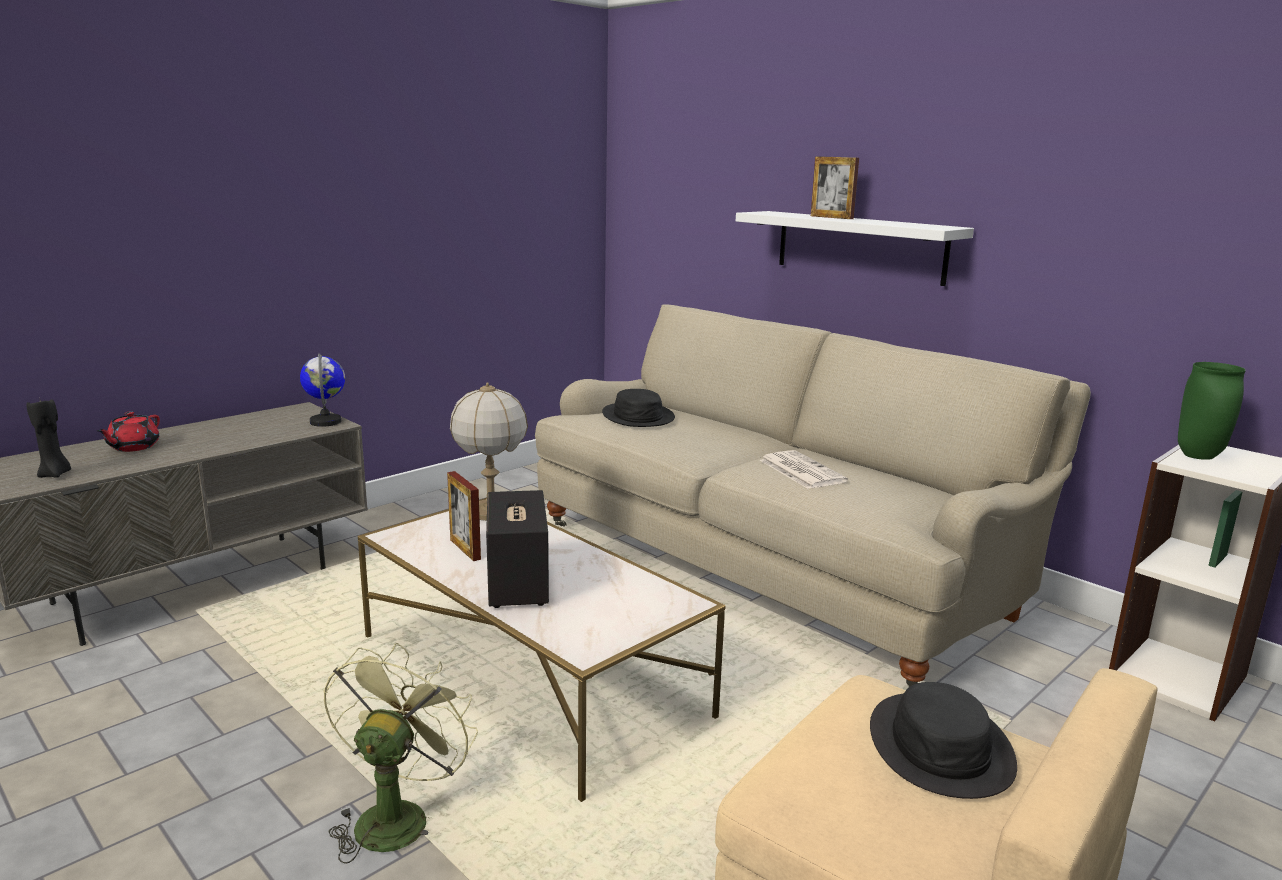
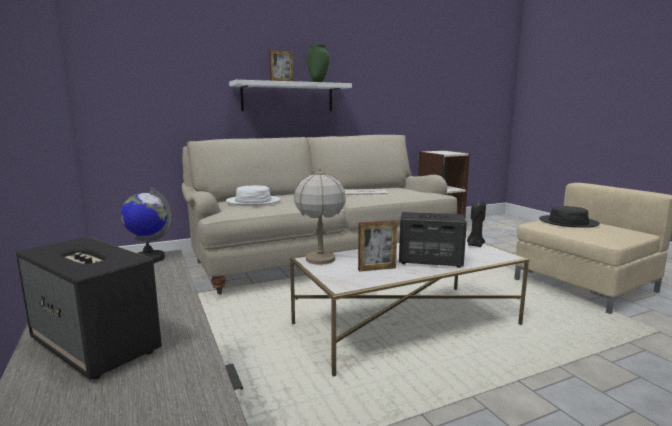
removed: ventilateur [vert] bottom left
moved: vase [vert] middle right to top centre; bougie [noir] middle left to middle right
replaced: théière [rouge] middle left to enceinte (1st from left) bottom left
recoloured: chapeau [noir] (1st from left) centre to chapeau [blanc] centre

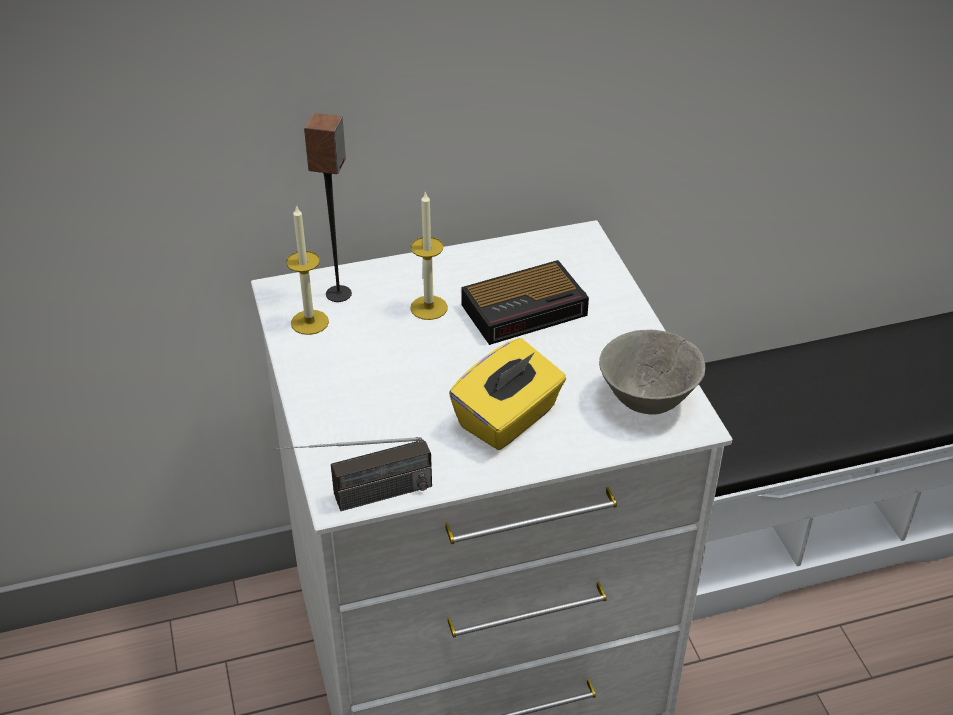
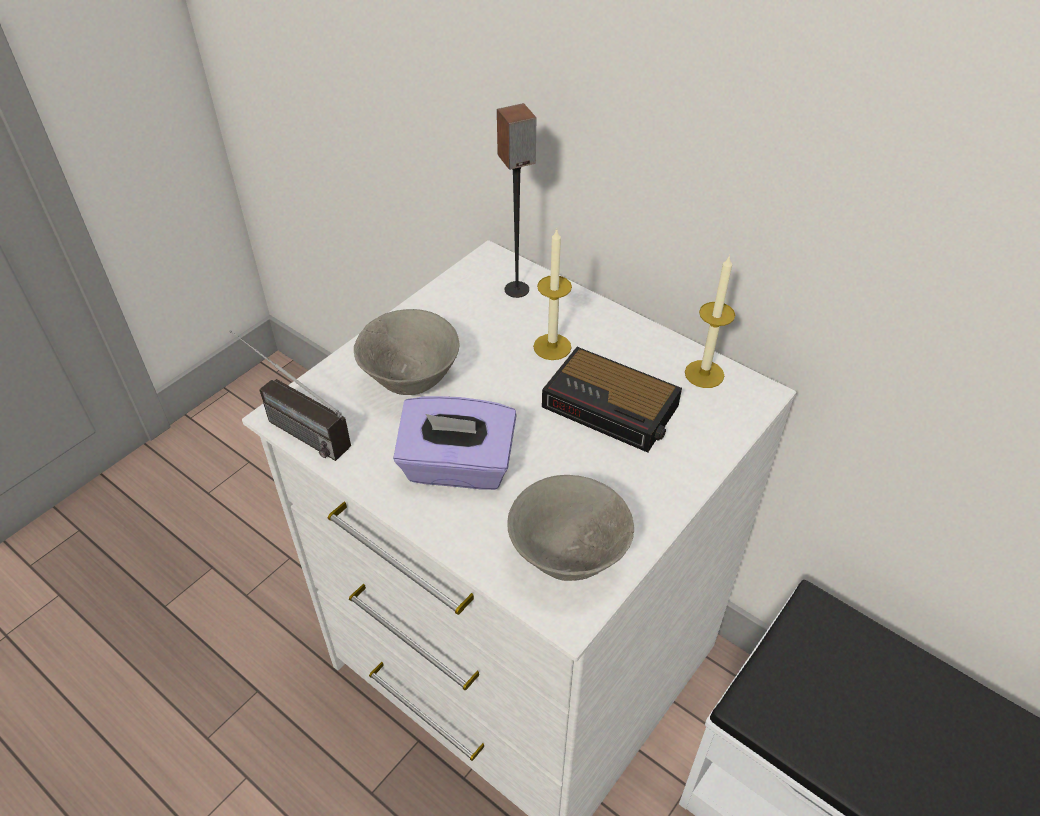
added: bol [gris] (1st from left) centre
moved: bougie (1st from left in the first image) middle left to bougie (2nd from left) middle right
recoloured: boîte à mouchoirs [jaune] centre to boîte à mouchoirs [violet] centre

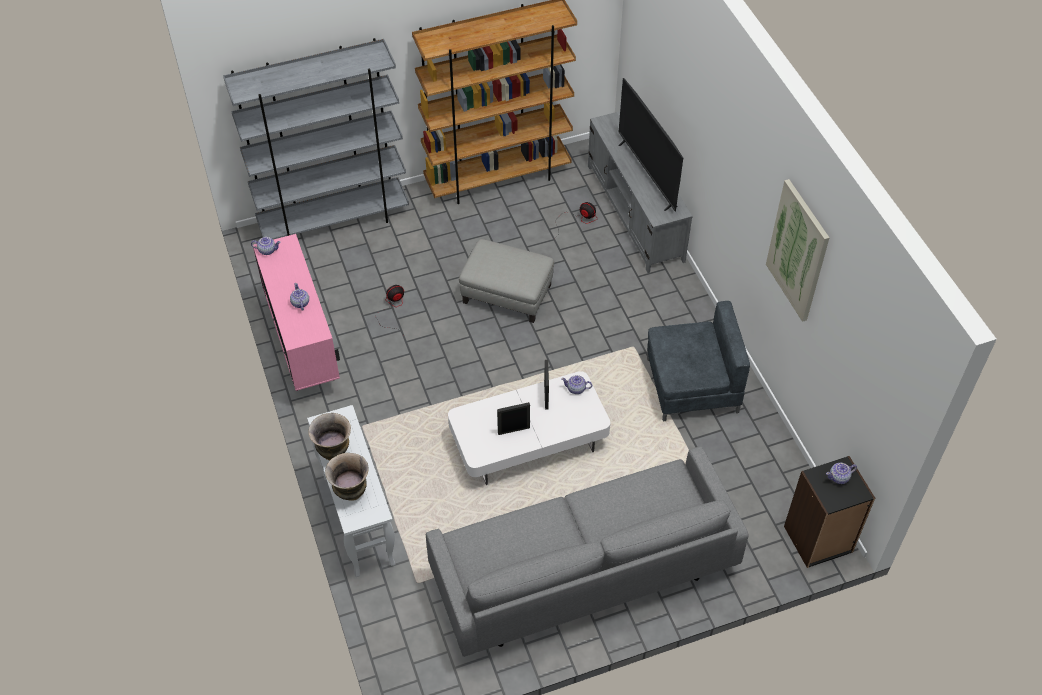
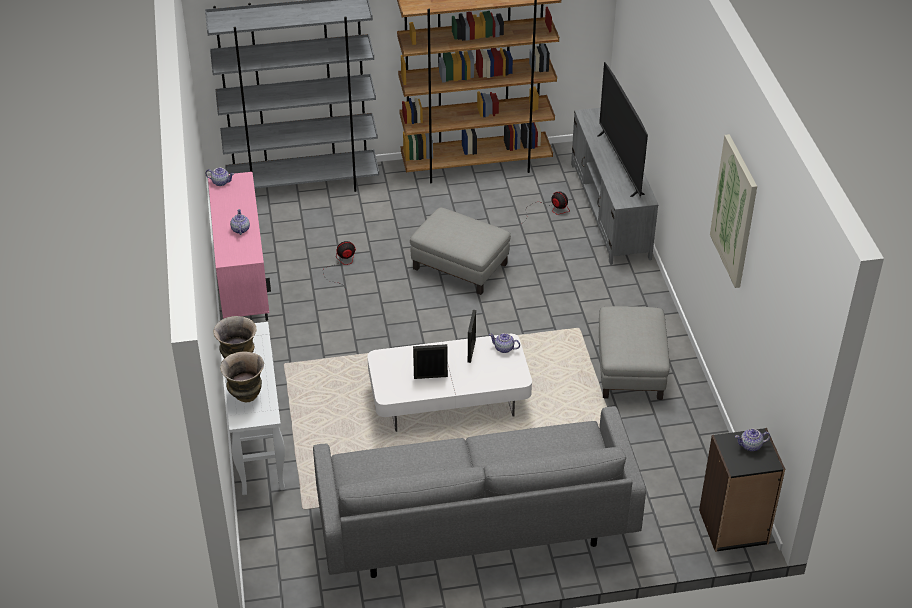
replaced: fauteuil [gris] middle right to pouf [gris] (2nd from left) middle right

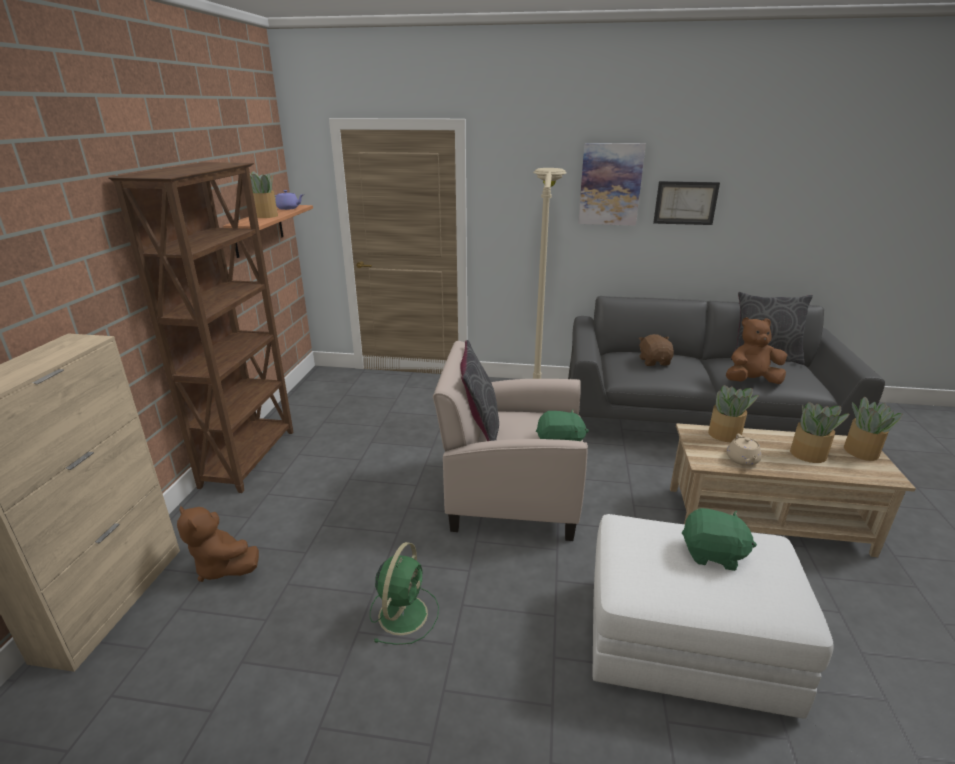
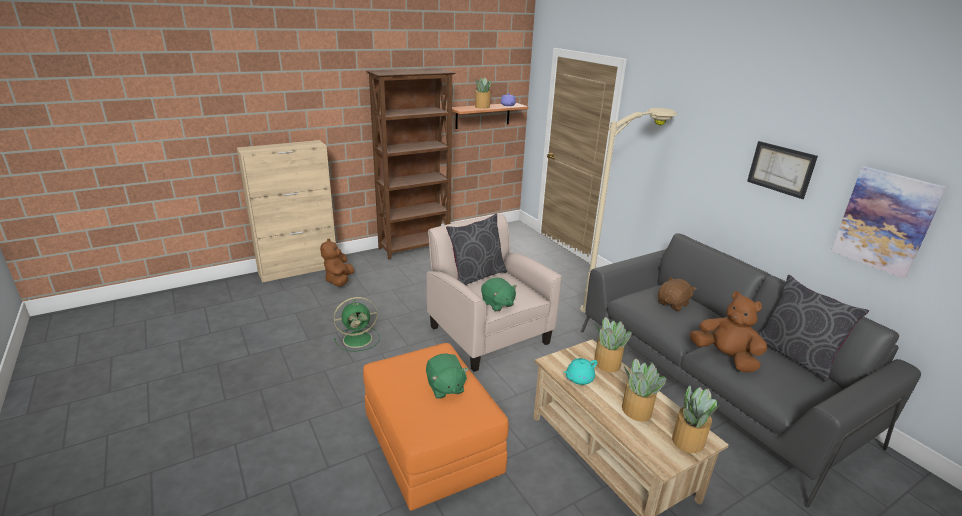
moved: tableau (1st from left in the first image) top centre to tableau (2nd from left) middle right
recoloured: pouf [blanc] bottom right to pouf [orange] bottom centre; théière [beige] middle right to théière [turquoise] bottom centre

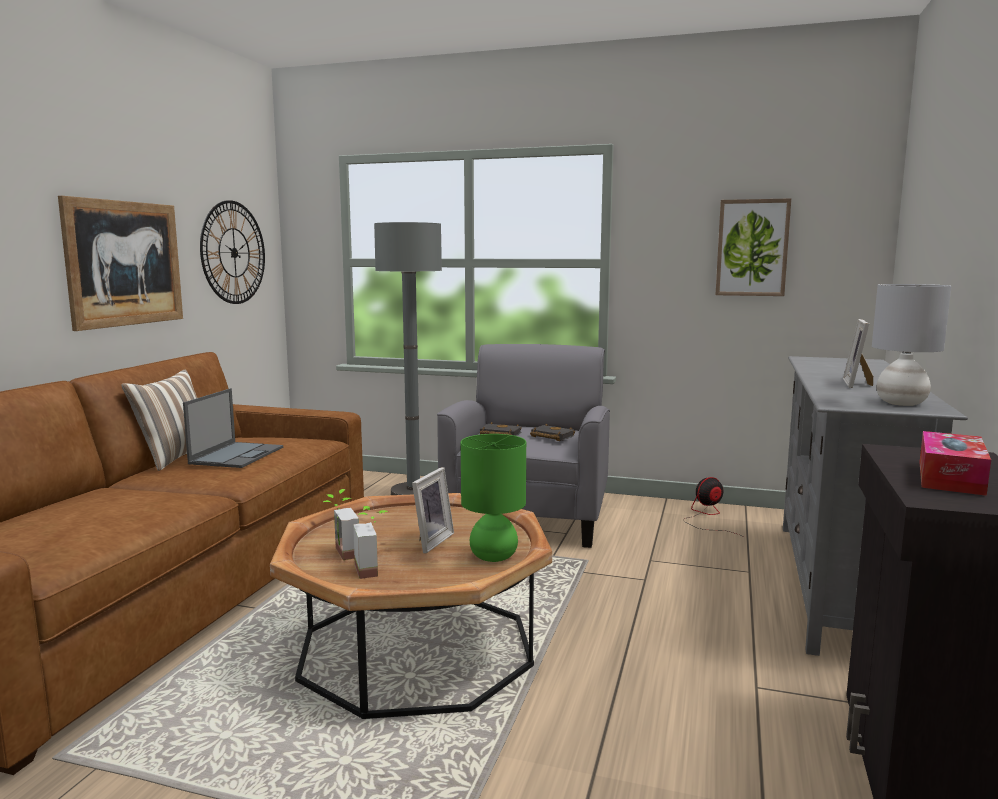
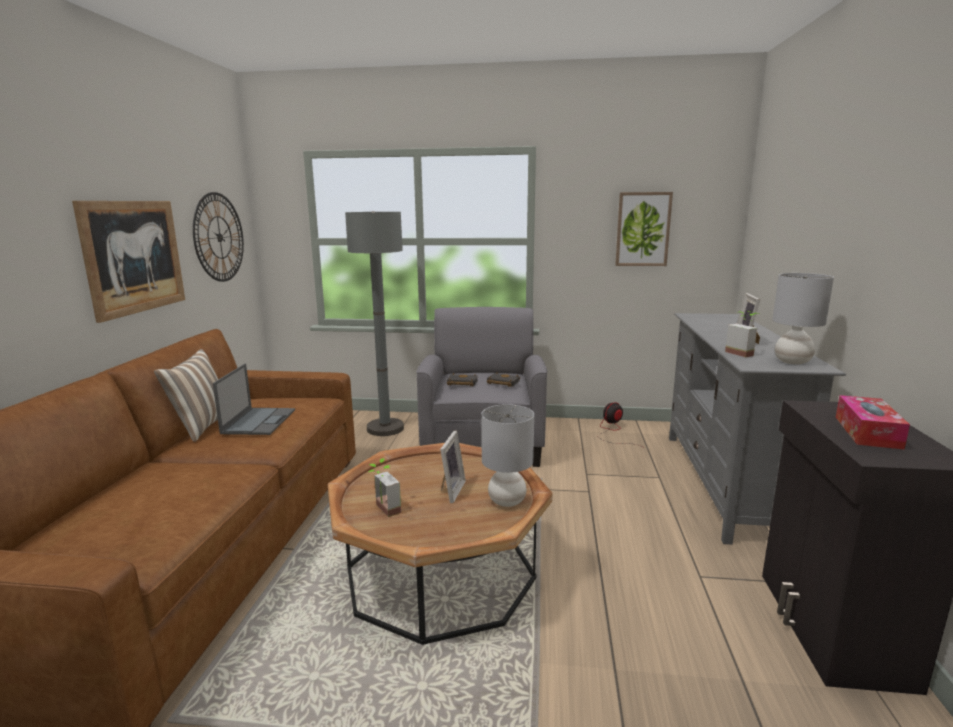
moved: plante en pot (2nd from left) bottom centre to middle right
recoloured: lampe de table [vert] centre to lampe de table [gris] (1st from left) centre

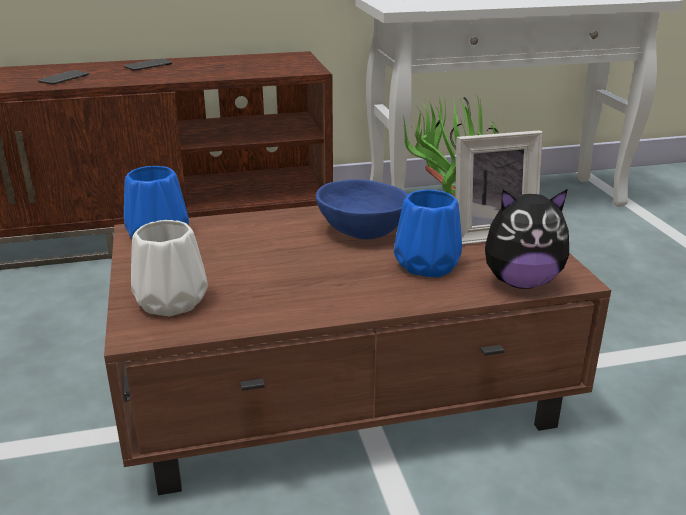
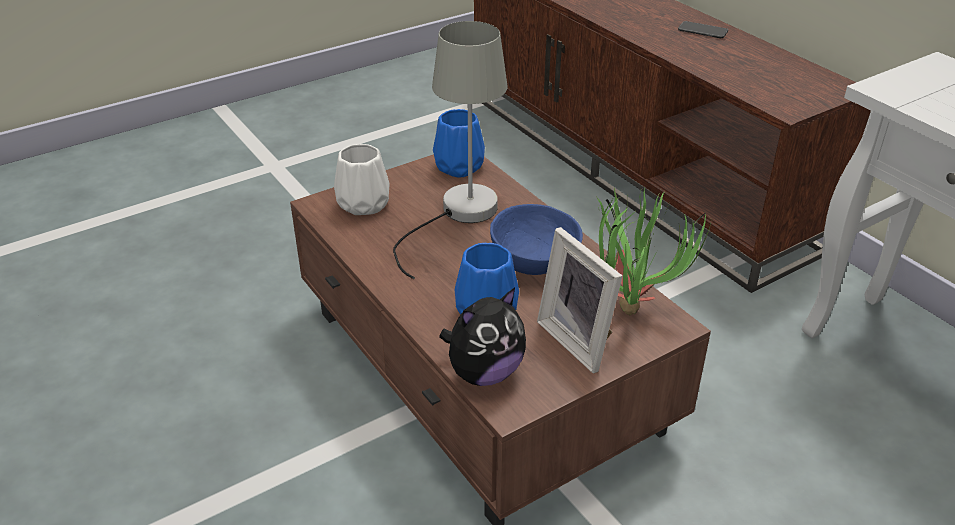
removed: téléphone (1st from left) top left
added: lampe de table [gris] top centre
turned: peluche middle right = centre 105 degrees counterclockwise

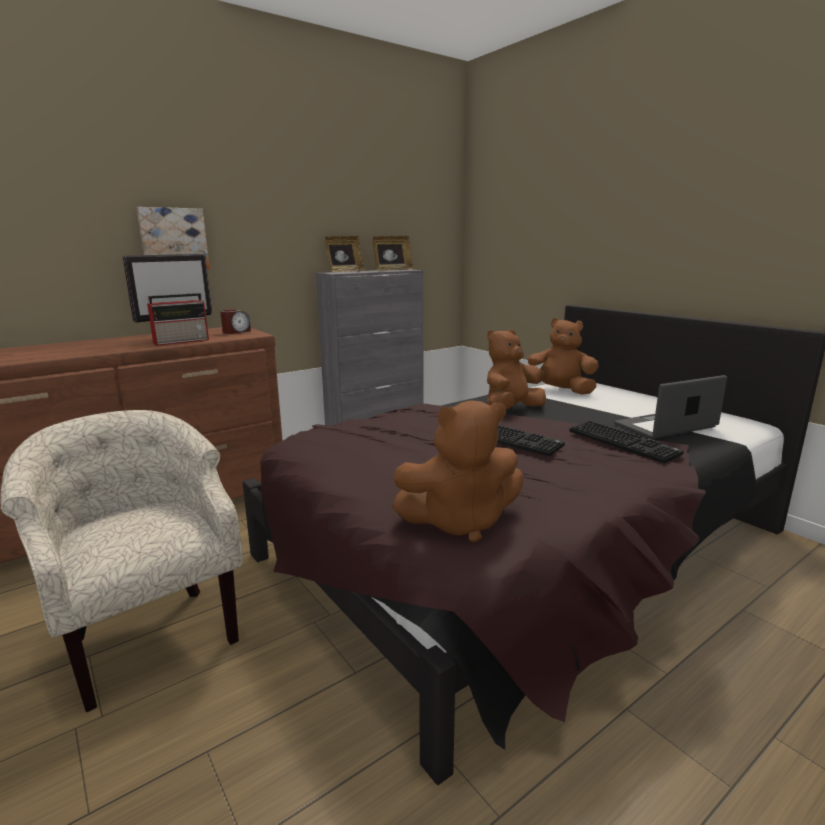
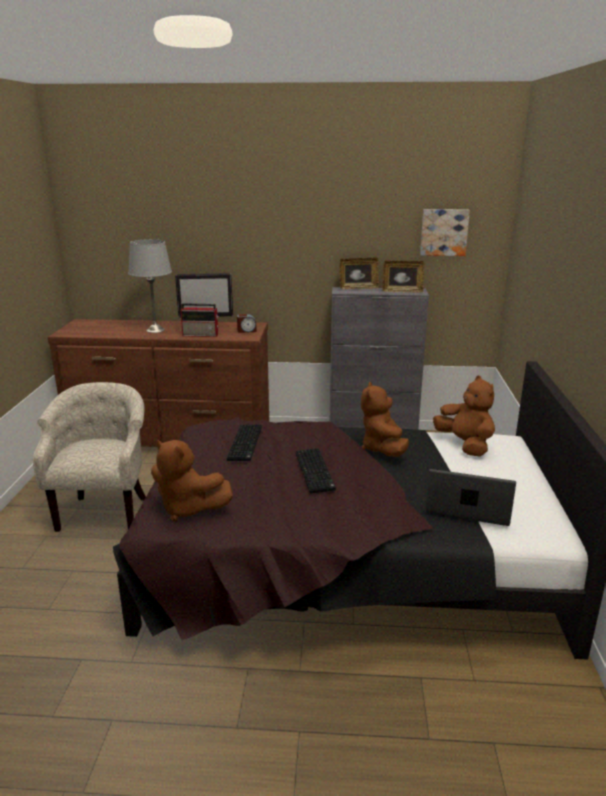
added: lampe de table [gris] middle left
moved: clavier (2nd from left in the first image) middle right to clavier (1st from left) centre; tableau top left to top right
turned: peluche [marron] (2nd from left) centre = centre 90 degrees counterclockwise

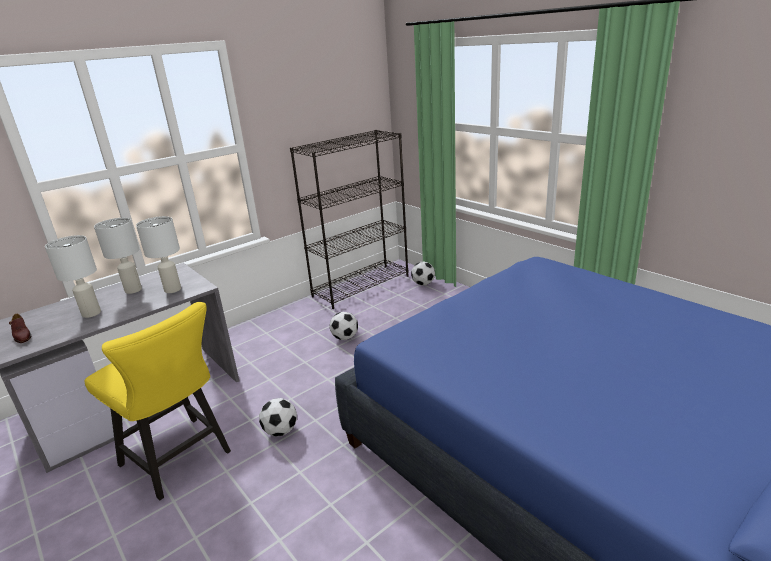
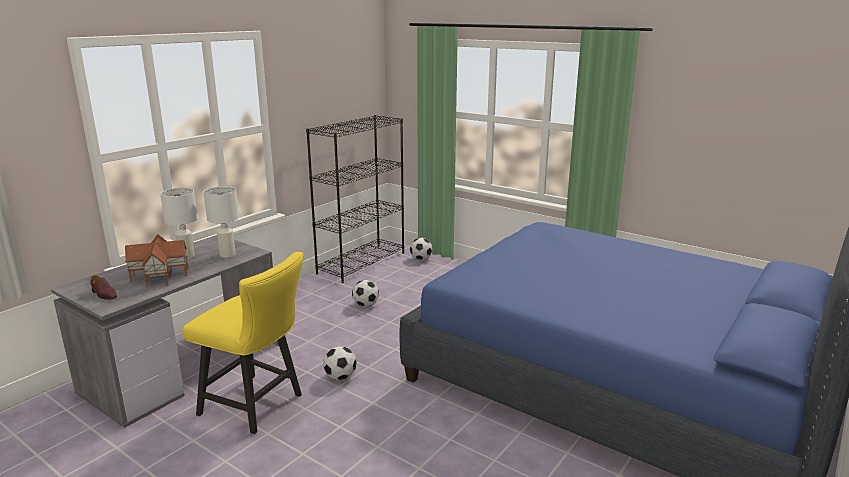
replaced: lampe de table [blanc] (1st from left) middle left to maison miniature middle left

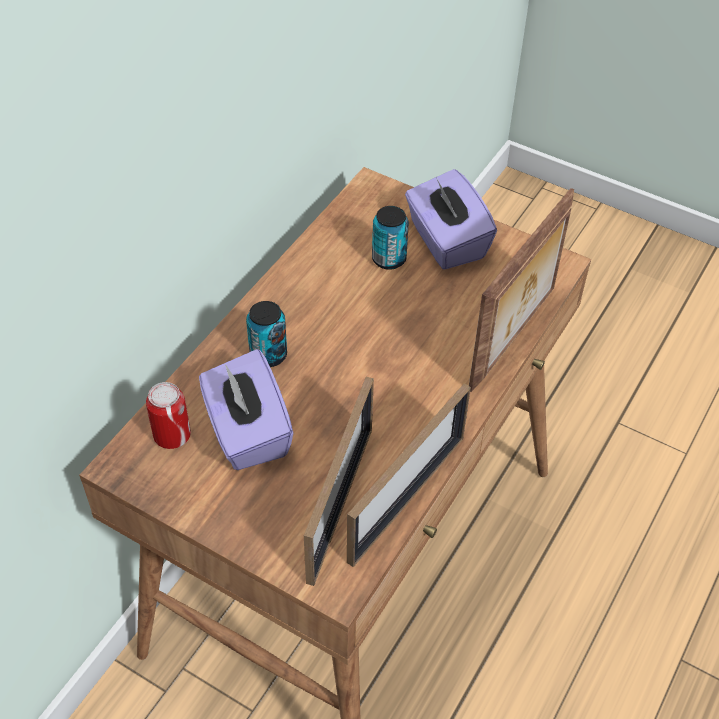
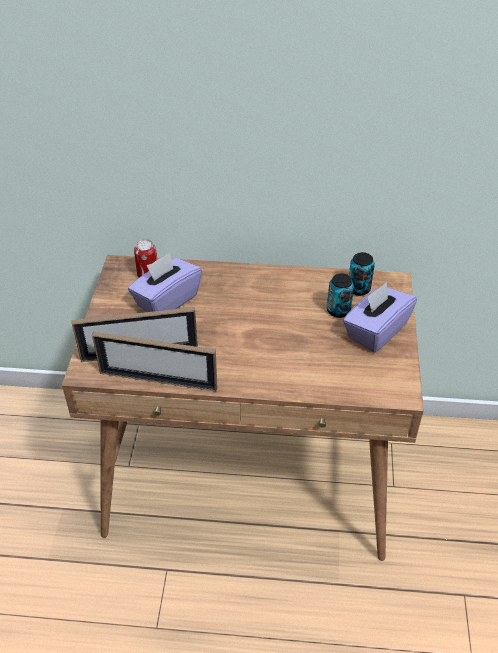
removed: cadre photo (3rd from left) middle right
moved: boîte métallique (2nd from left in the first image) centre to boîte métallique (3rd from left) middle right

